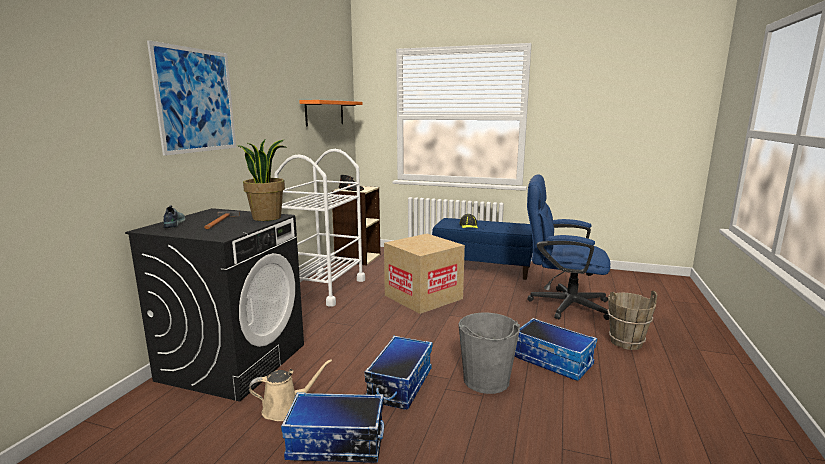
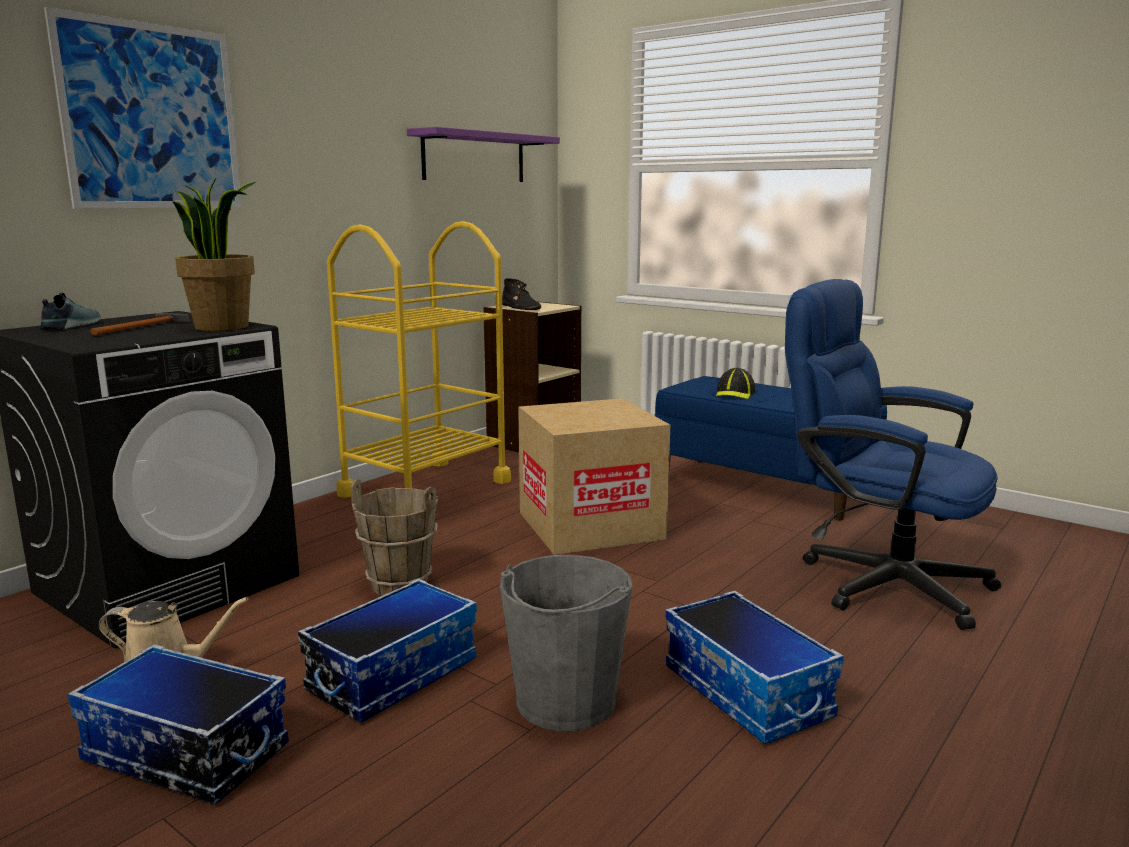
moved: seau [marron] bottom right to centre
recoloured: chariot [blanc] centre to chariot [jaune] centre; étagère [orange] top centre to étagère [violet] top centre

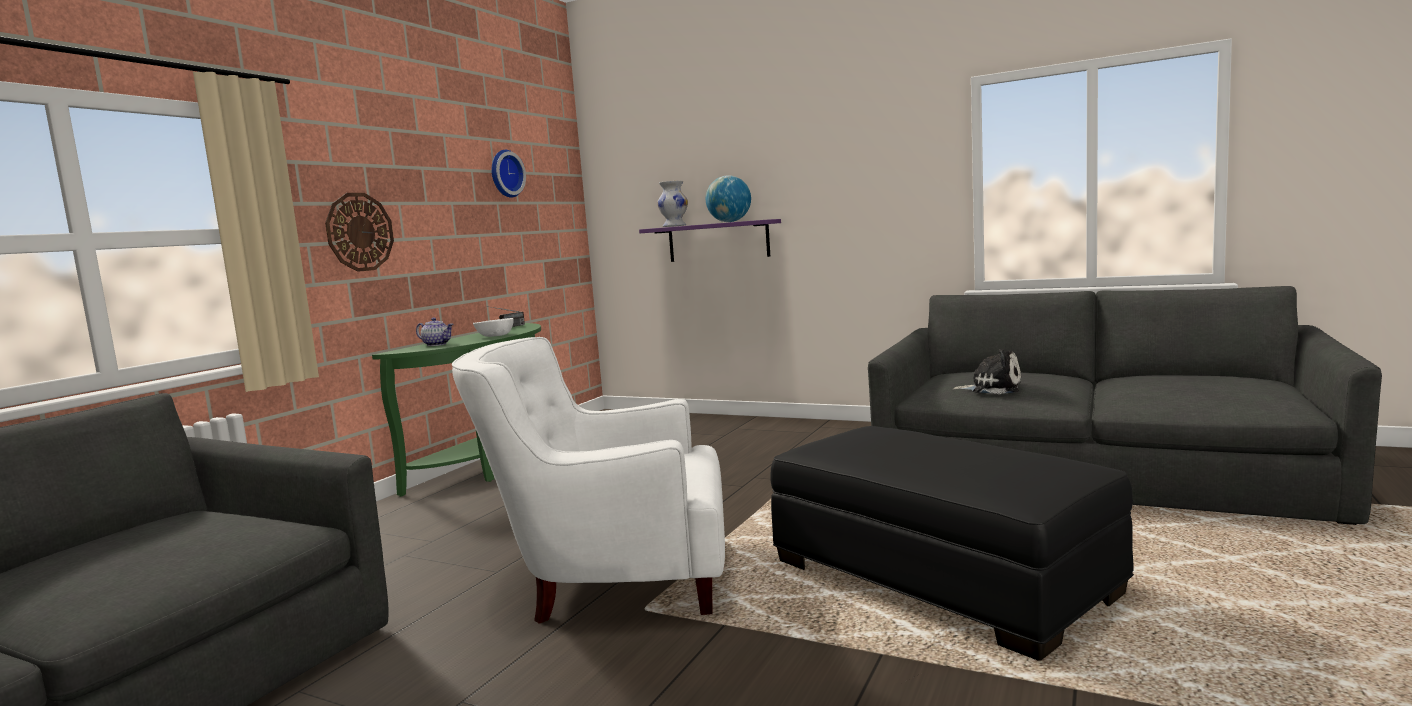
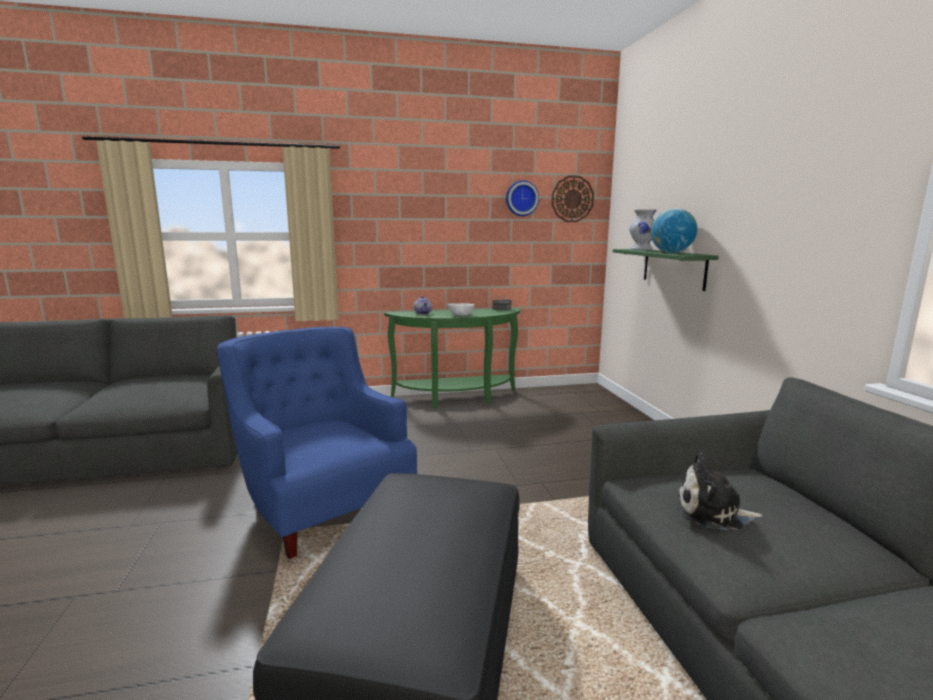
moved: horloge murale (1st from left in the first image) top left to horloge murale (2nd from left) top centre
recoloured: fauteuil [blanc] bottom centre to fauteuil [bleu] centre; étagère [violet] centre to étagère [vert] middle right
turned: peluche middle right = bottom right 120 degrees clockwise

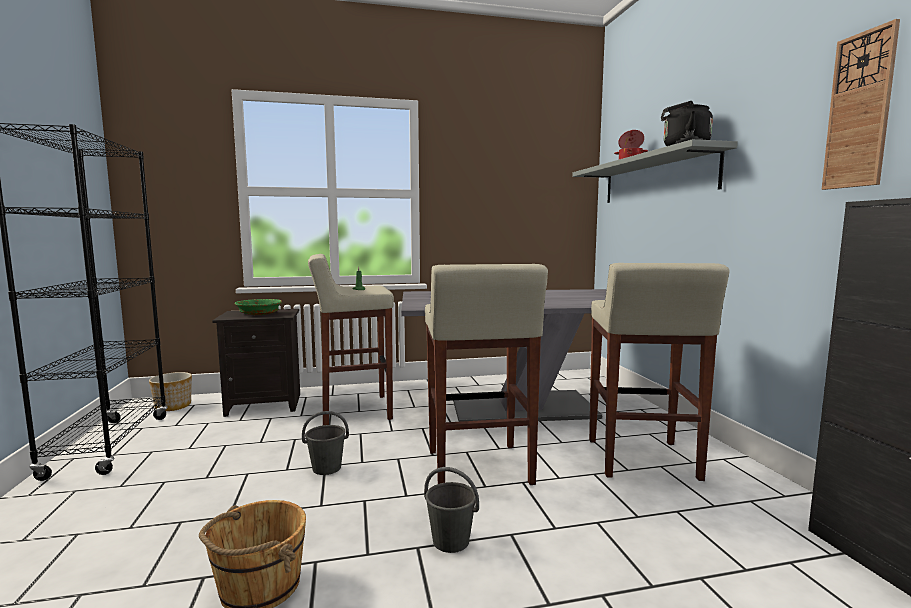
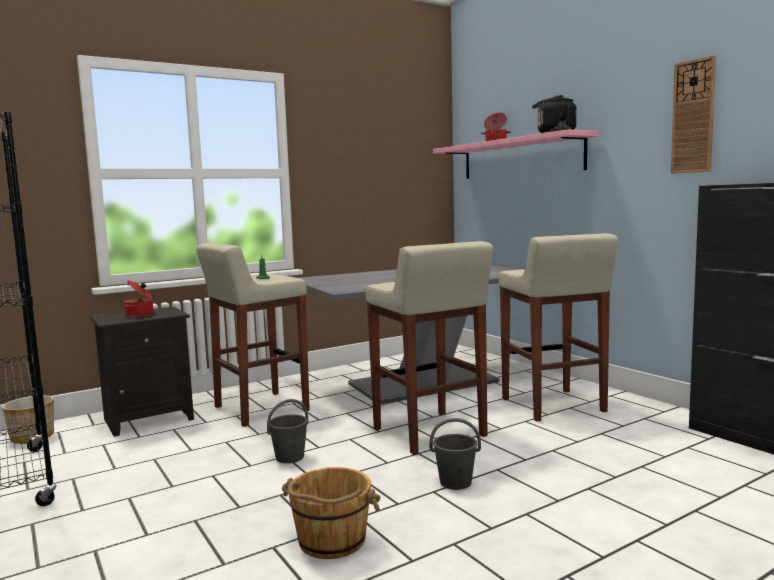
replaced: bol [vert] middle left to marmite (1st from left) middle left
recoloured: étagère [gris] top right to étagère [rose] top right

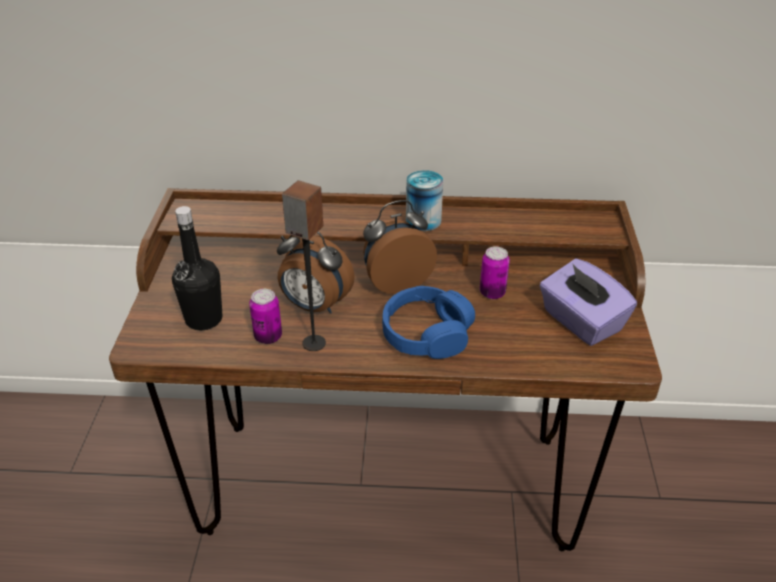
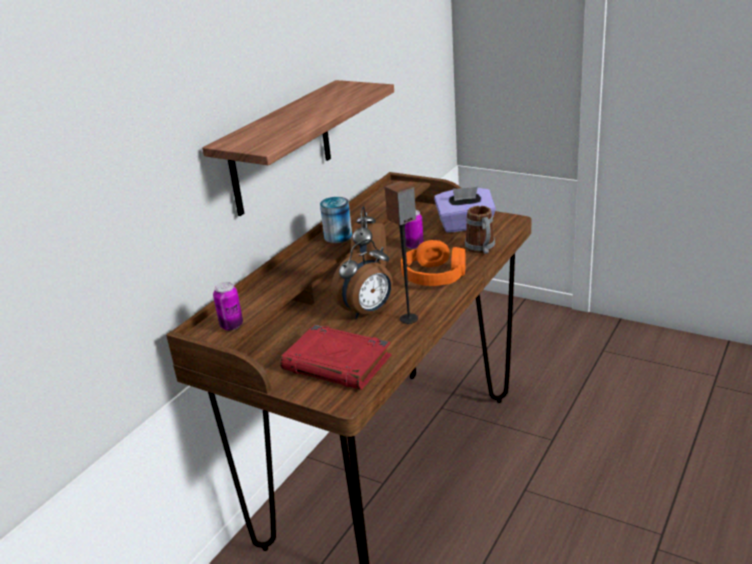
added: étagère top centre; mug centre
moved: boîte métallique (1st from left) centre to middle left
replaced: bouteille [noir] middle left to livre [rouge] centre
recoloured: casque audio [bleu] centre to casque audio [orange] centre

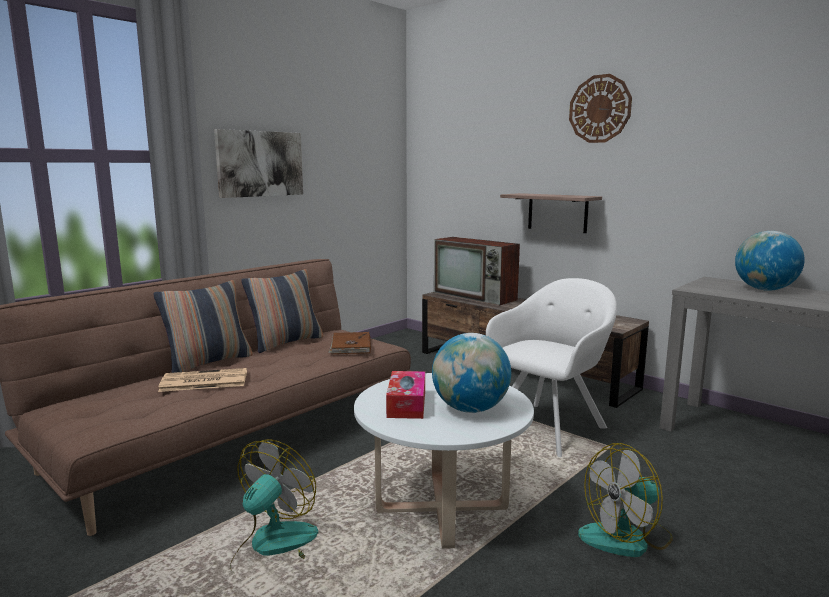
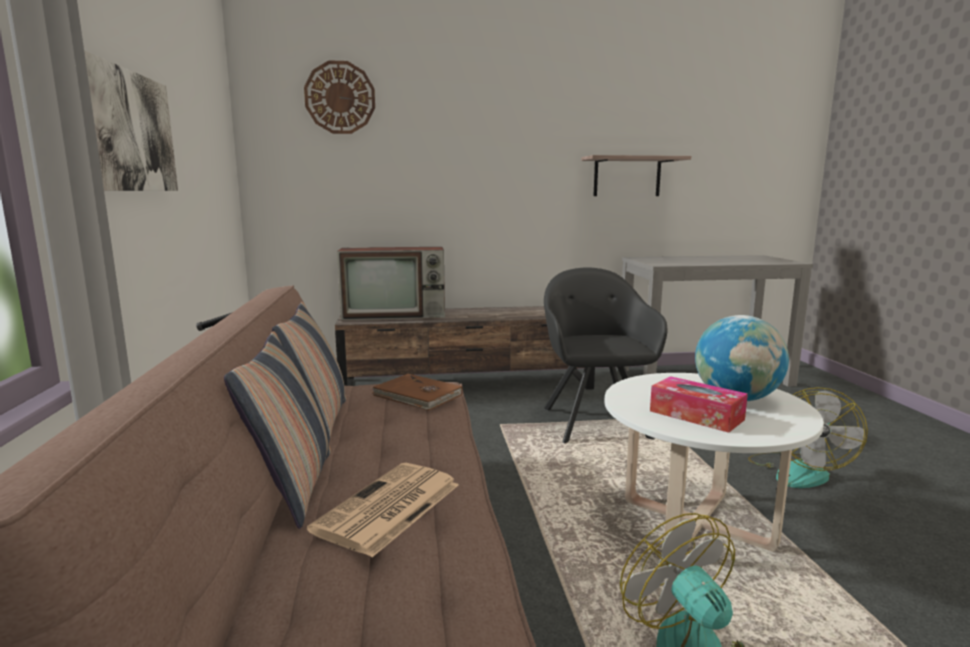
removed: globe (2nd from left) middle right
moved: horloge murale top right to top centre; étagère centre to top centre
recoloured: fauteuil [blanc] centre to fauteuil [noir] centre

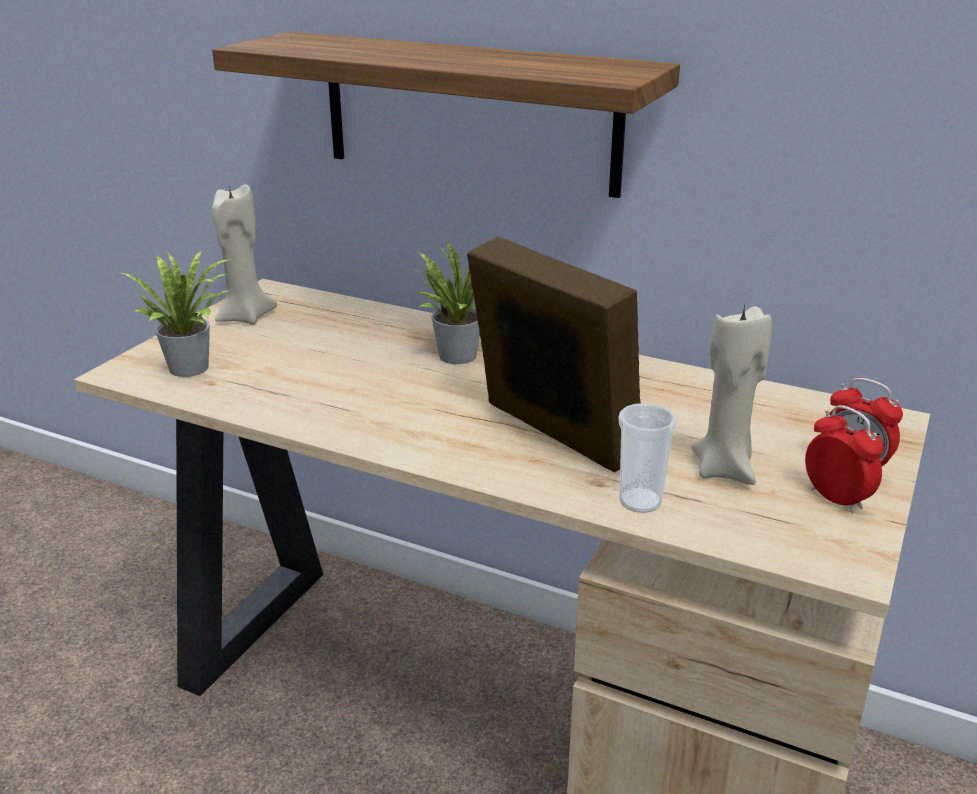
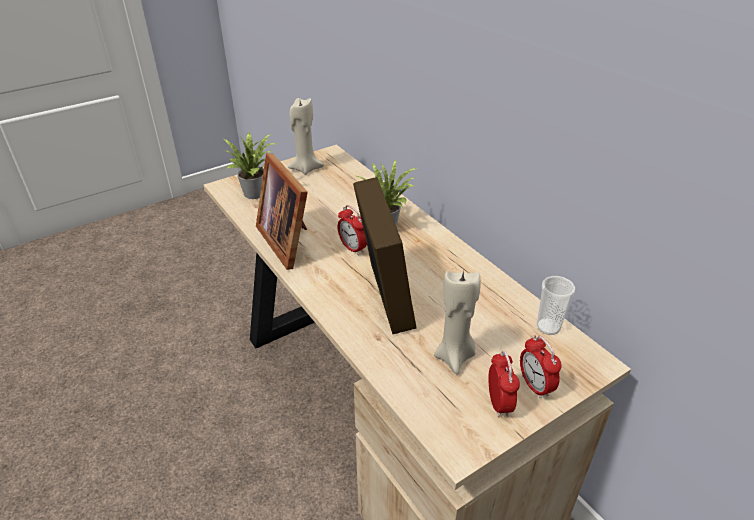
removed: étagère top centre
added: cadre photo (1st from left) centre; réveil (1st from left) centre
moved: tasse centre to middle right

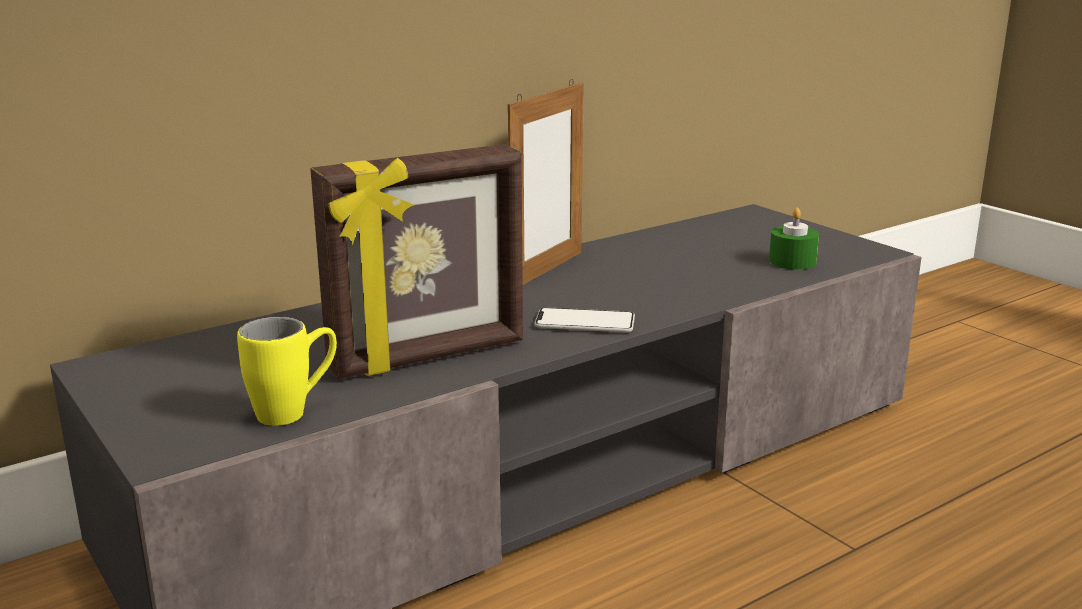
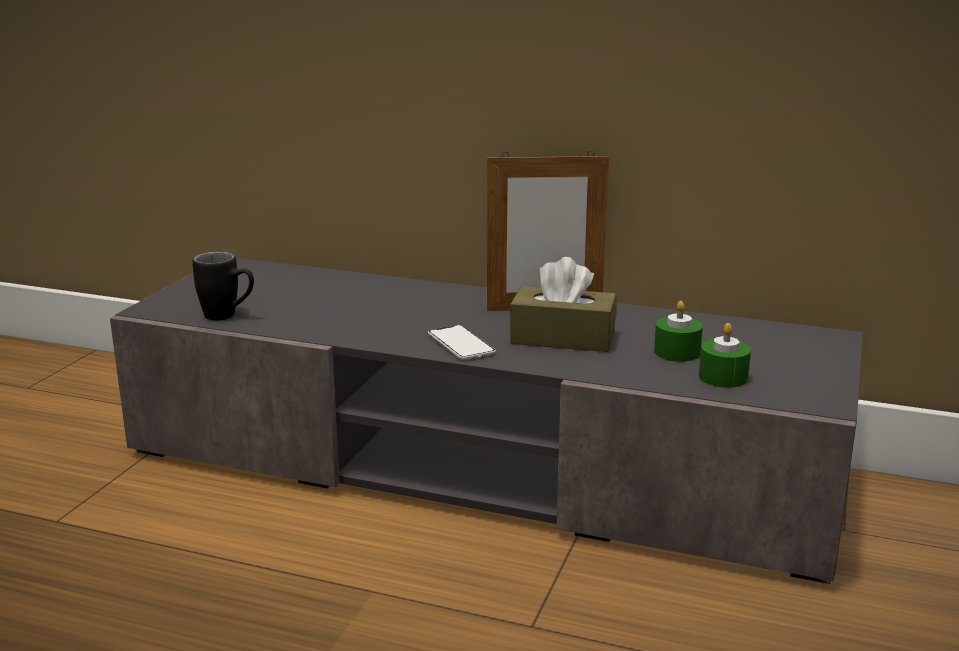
removed: cadre photo (1st from left) centre
added: boîte à mouchoirs [marron] centre; bougie [vert] (1st from left) middle right
recoloured: mug [jaune] middle left to mug [noir] middle left

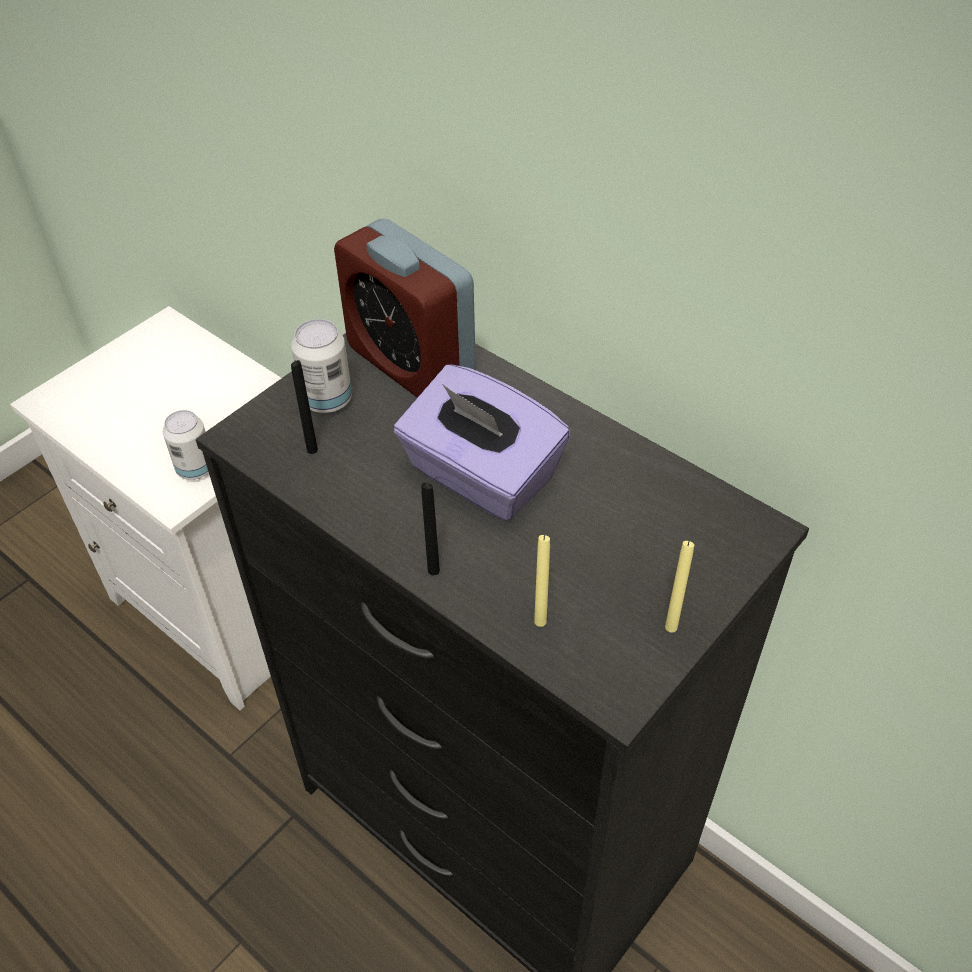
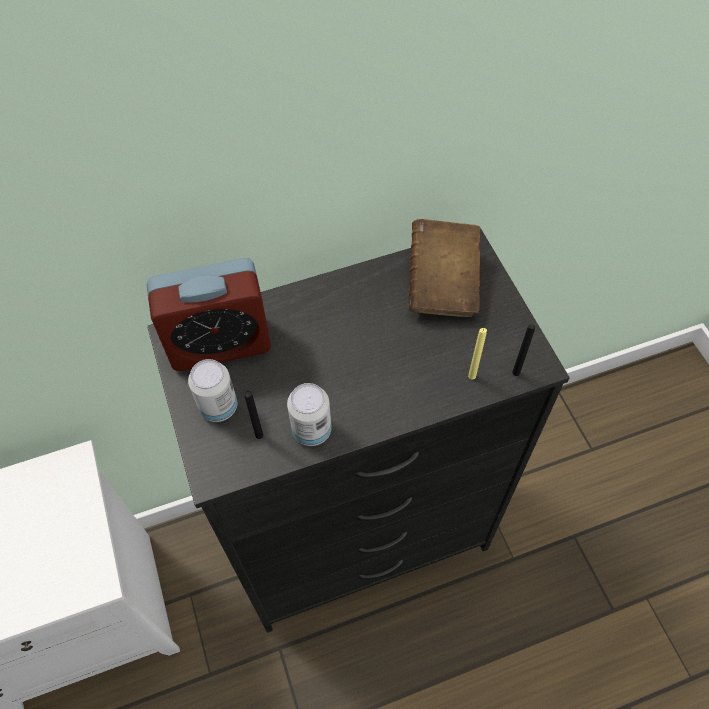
removed: boîte à mouchoirs [violet] centre; bougie [jaune] (2nd from left) middle right
added: livre [marron] centre
moved: boîte métallique (1st from left in the first image) middle left to boîte métallique (2nd from left) centre; bougie [noir] (2nd from left) centre to middle right

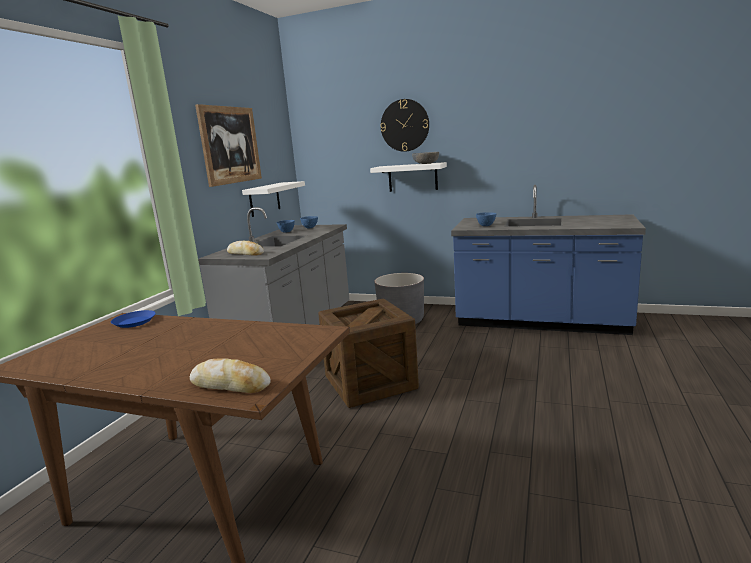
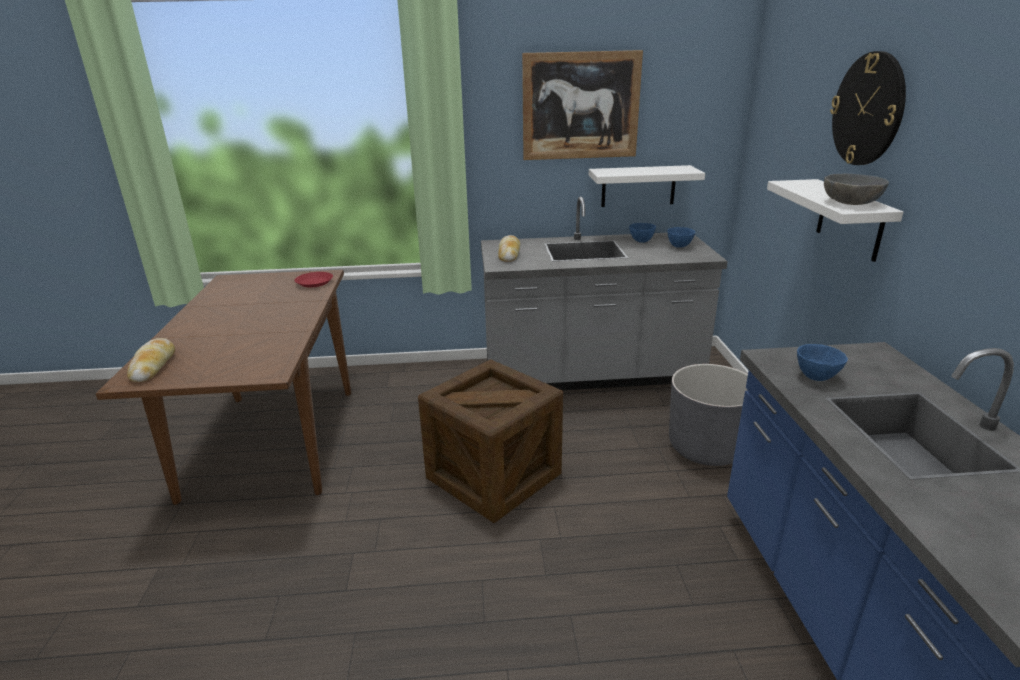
recoloured: assiette [bleu] middle left to assiette [rouge] middle left

